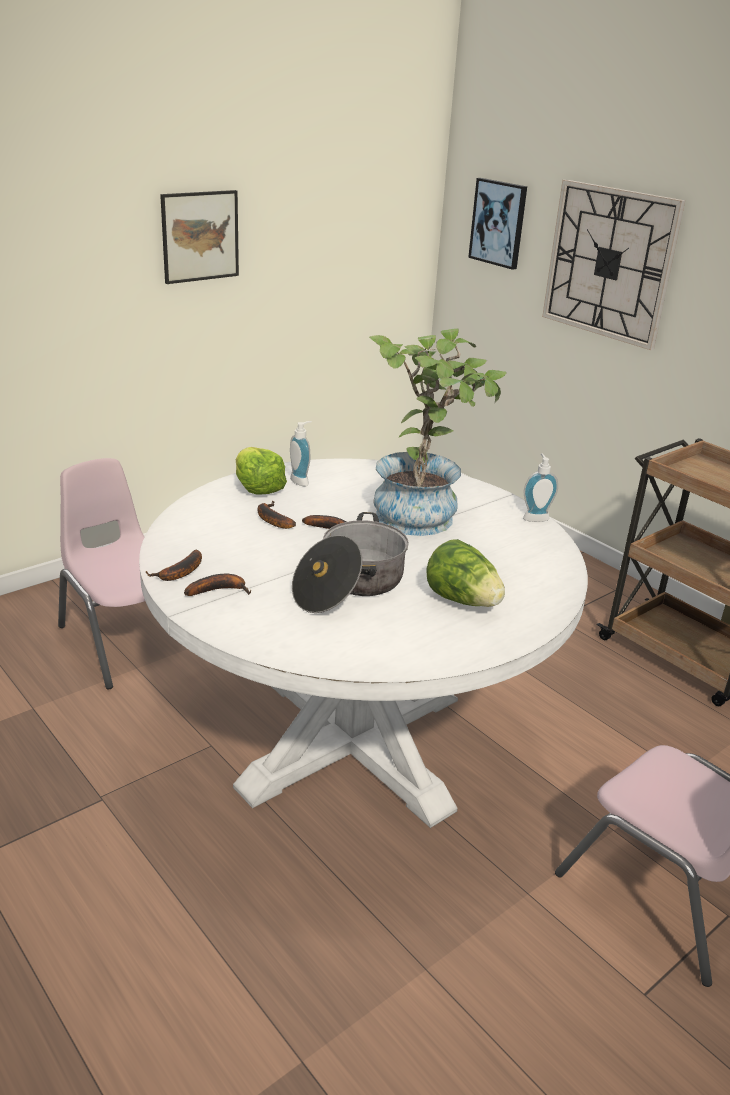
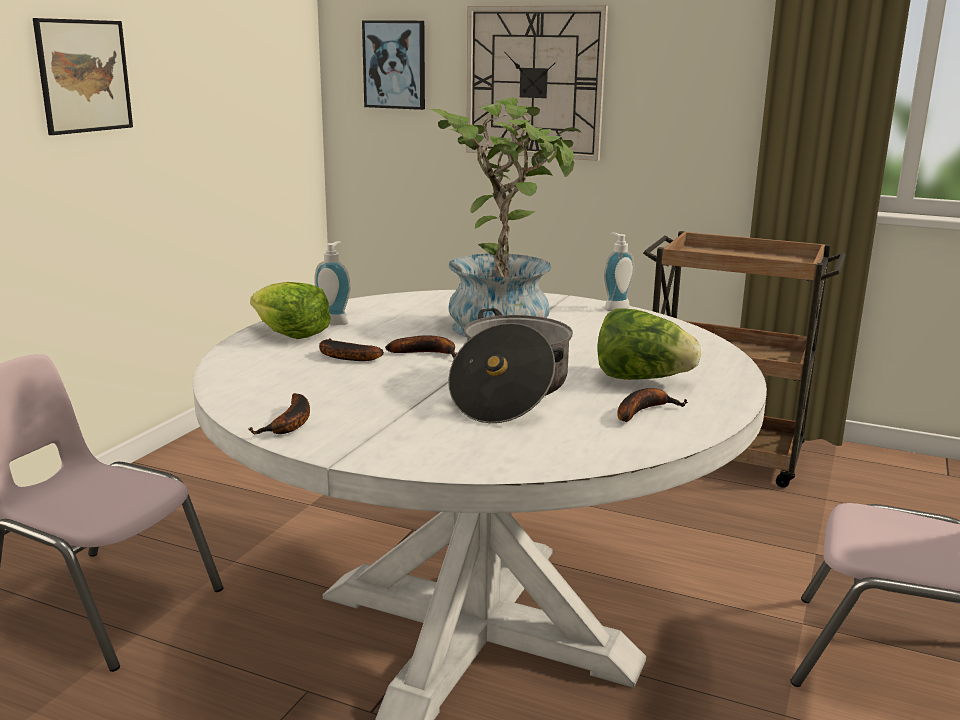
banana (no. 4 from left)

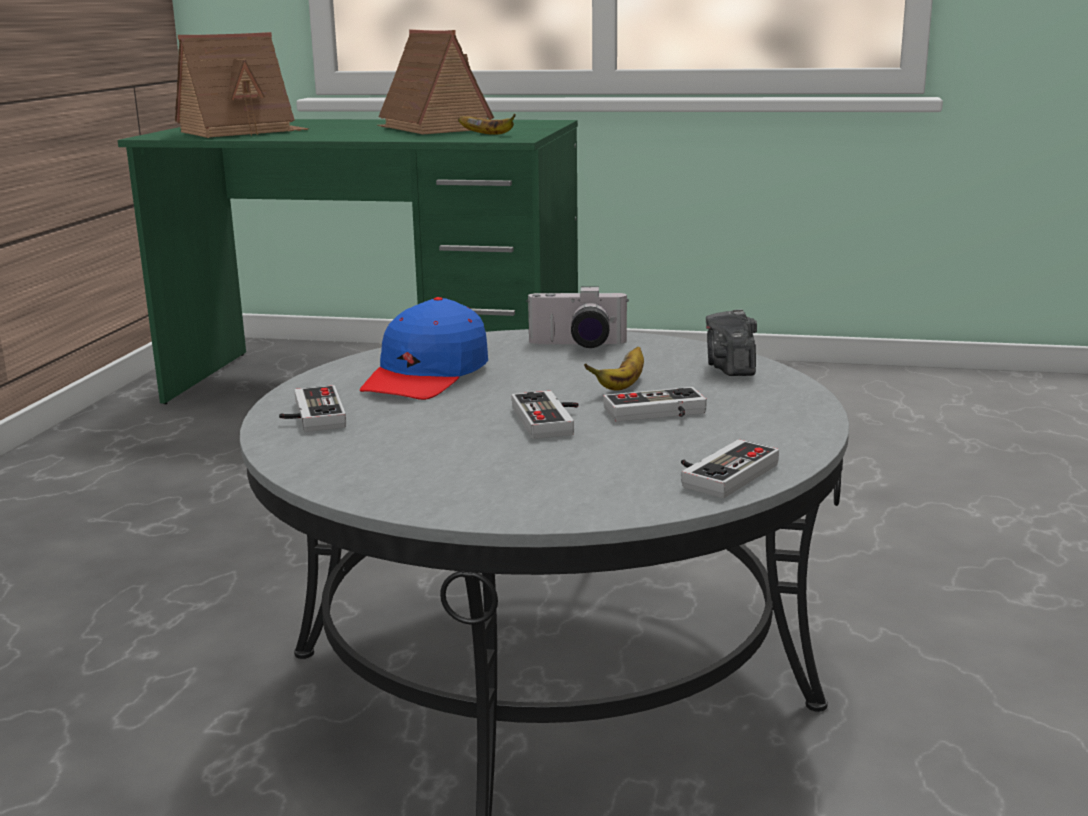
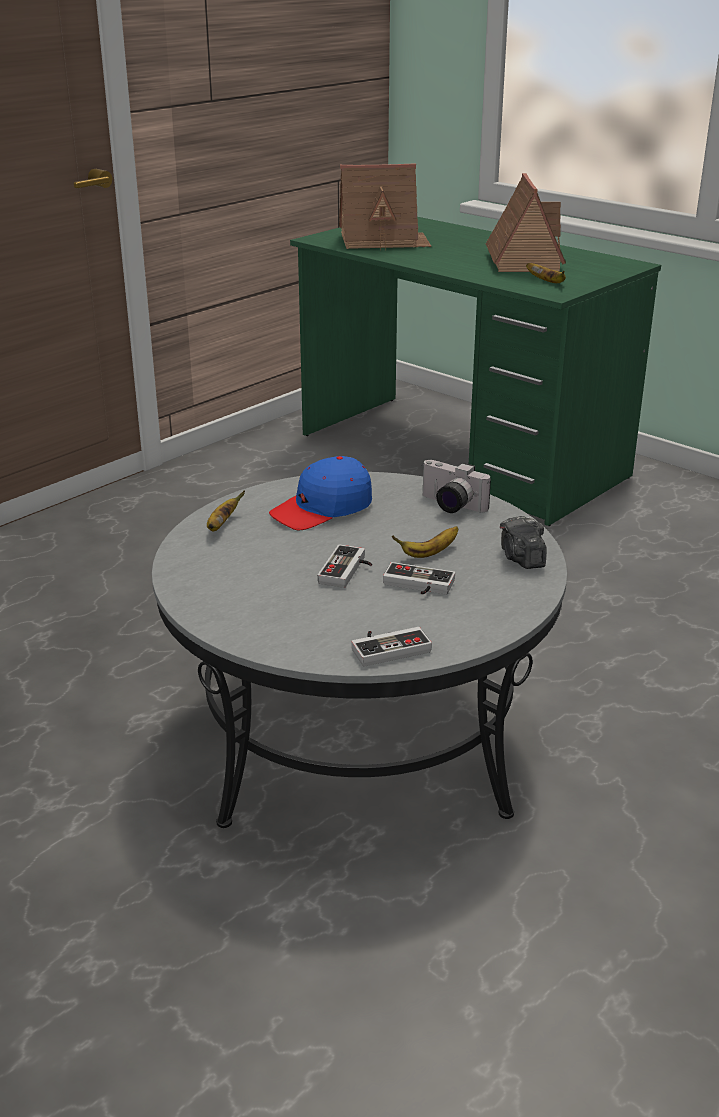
photo camera (no. 2 from left)
banana (no. 1 from left)

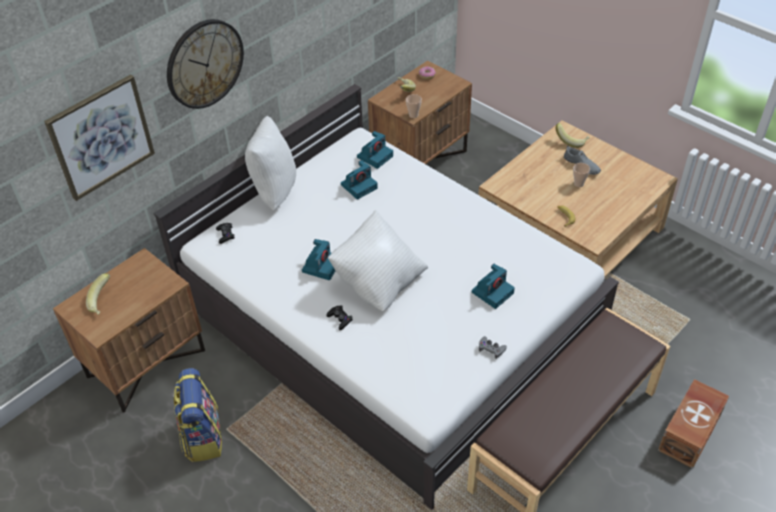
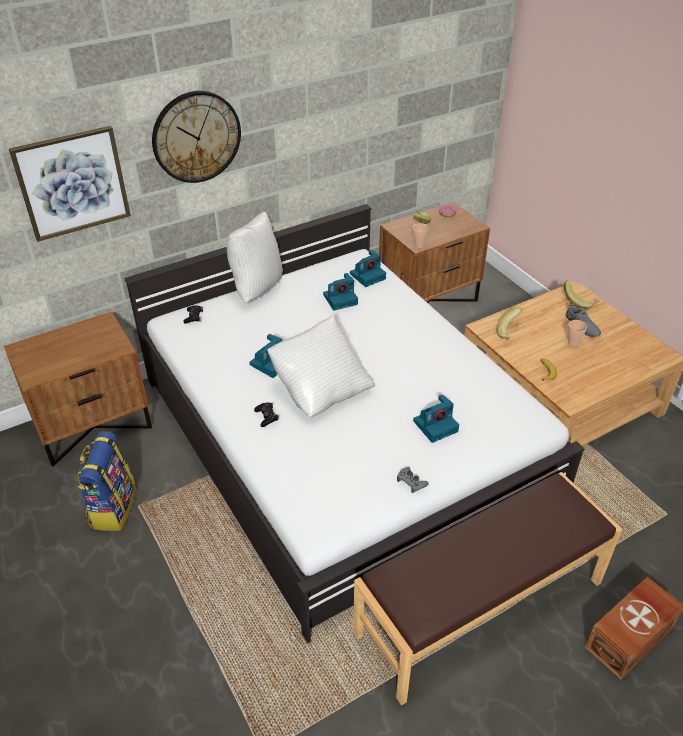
banana (no. 2 from left)

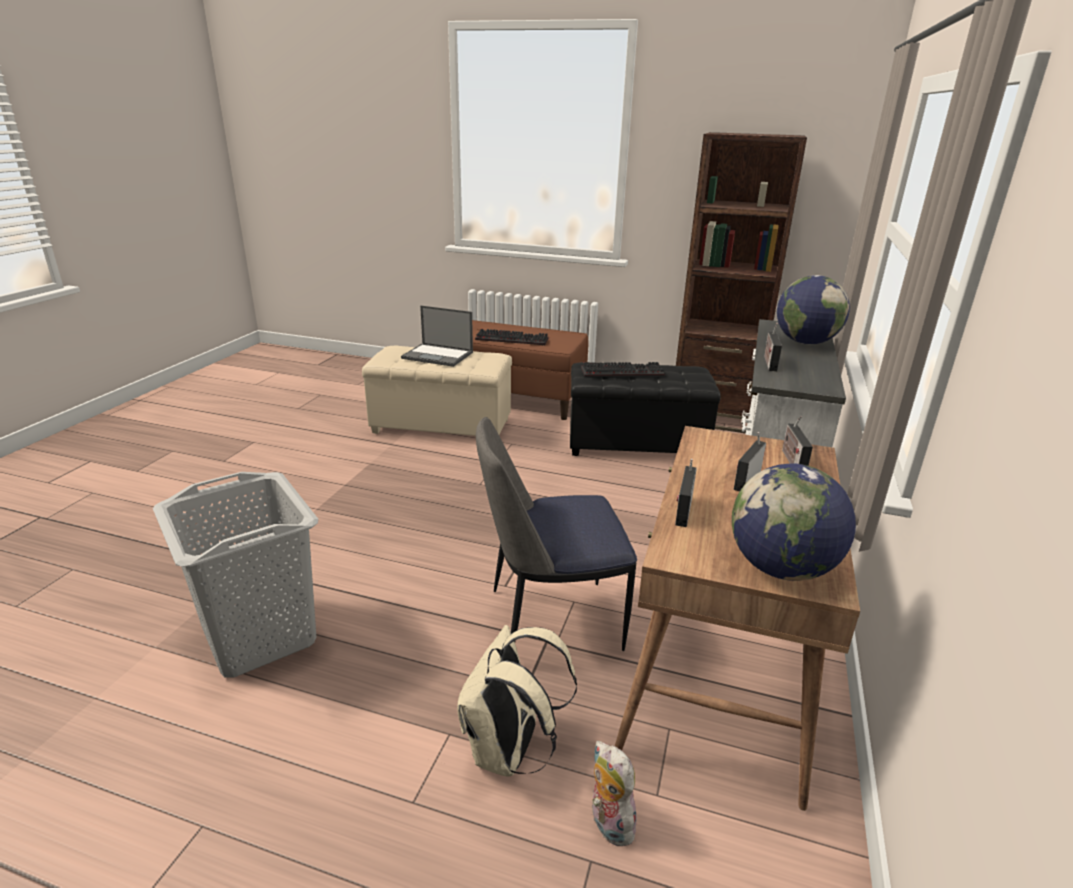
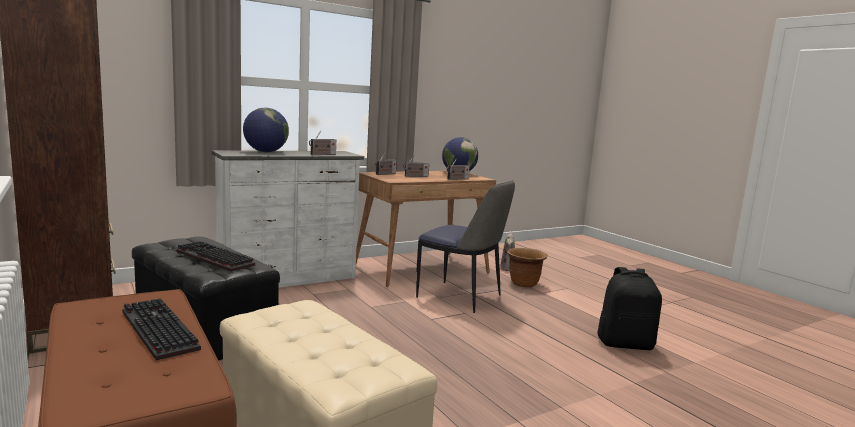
portable computer
black-coloured rucksack
brown-coloured plant pot

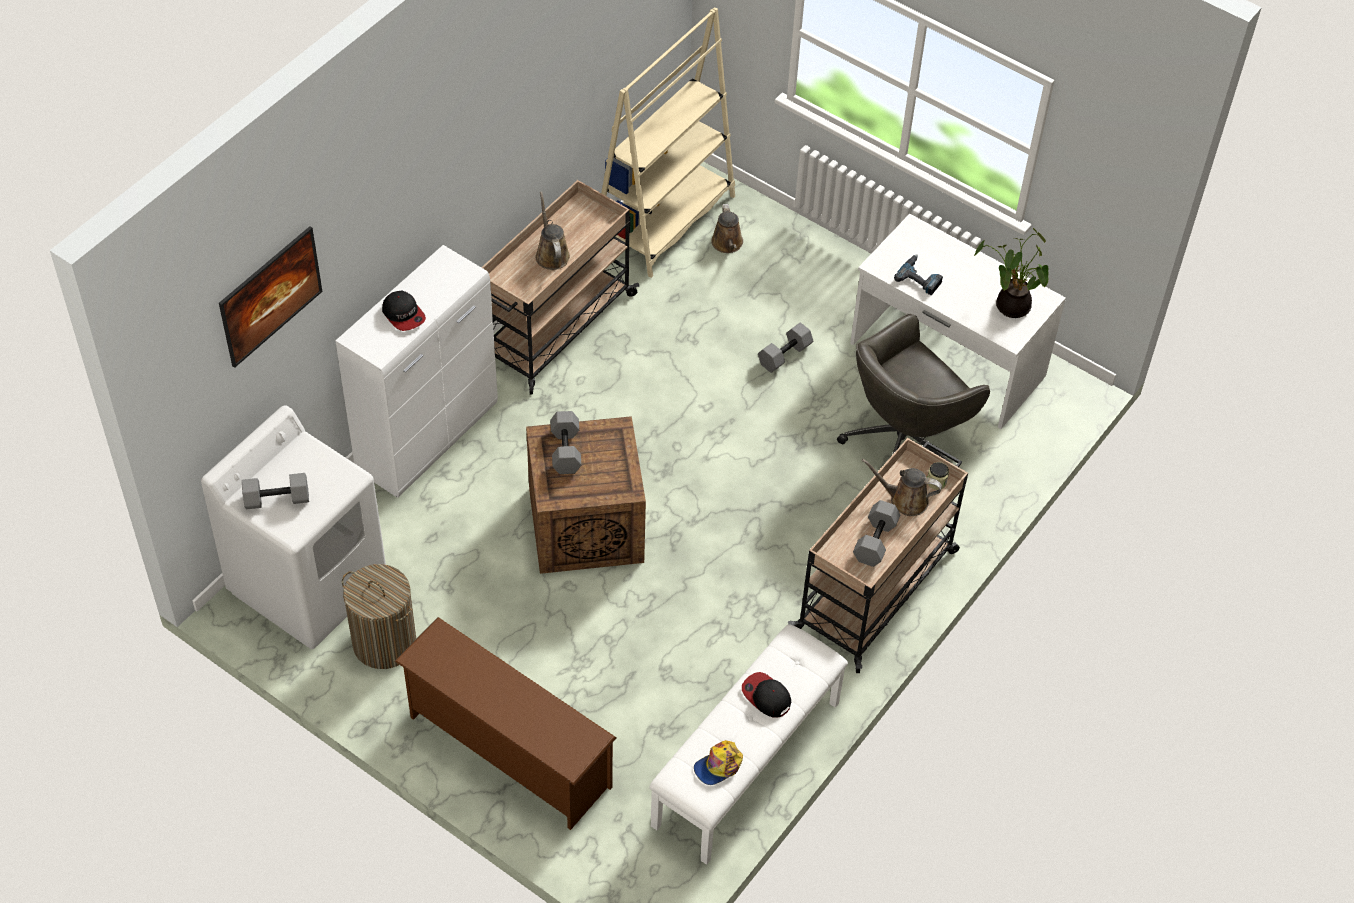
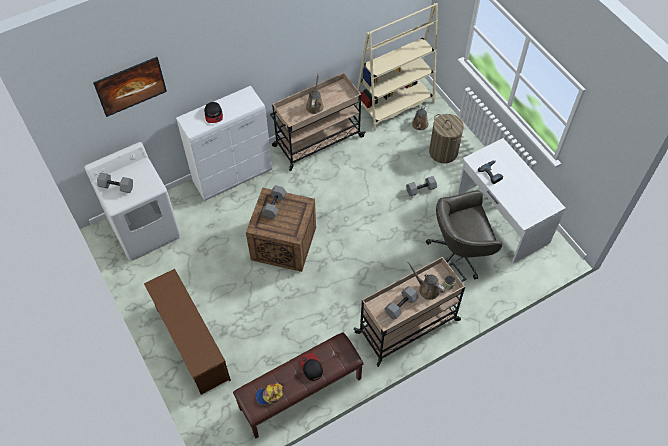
potted plant
washing basket
brown-coloured long seat

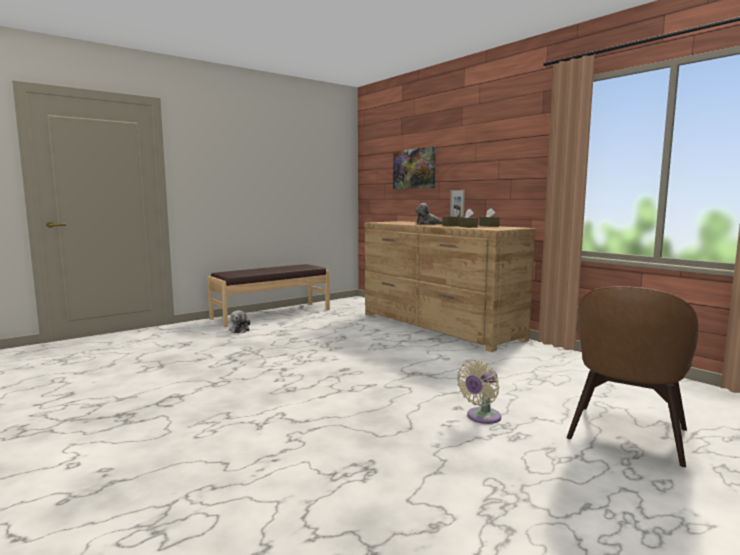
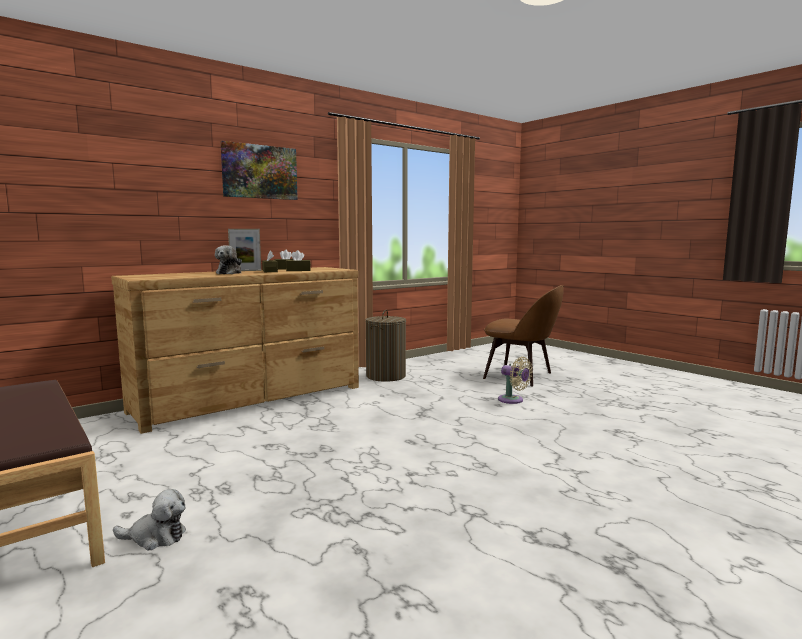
picture
washing basket

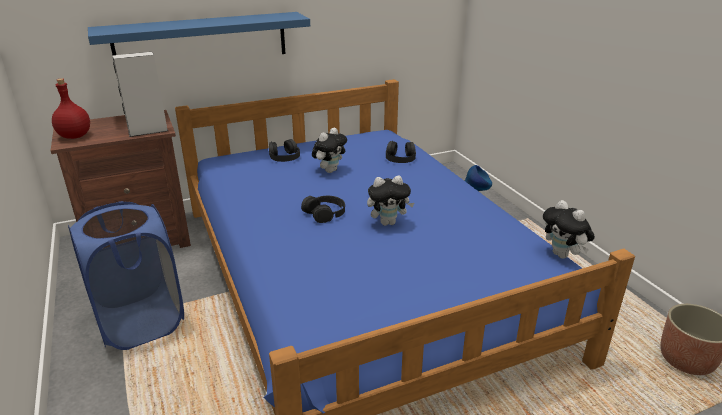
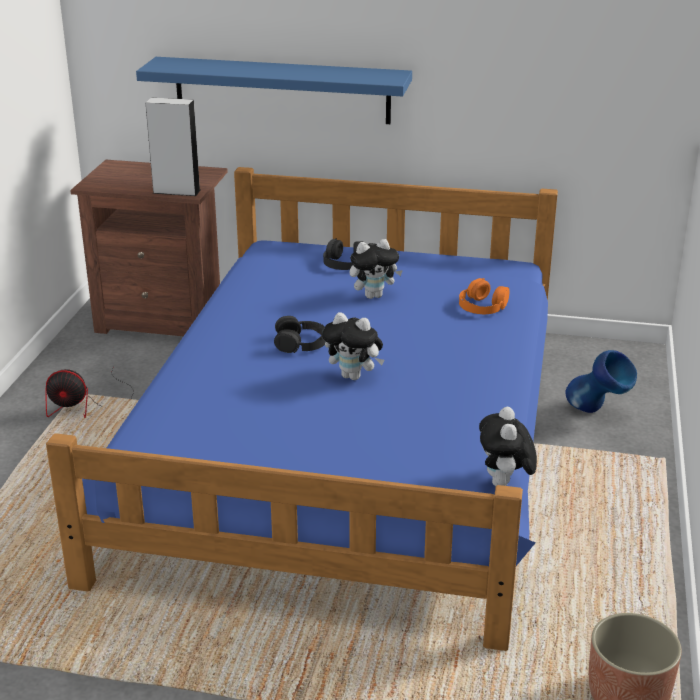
red drink bottle
orange headphones
cooling fan

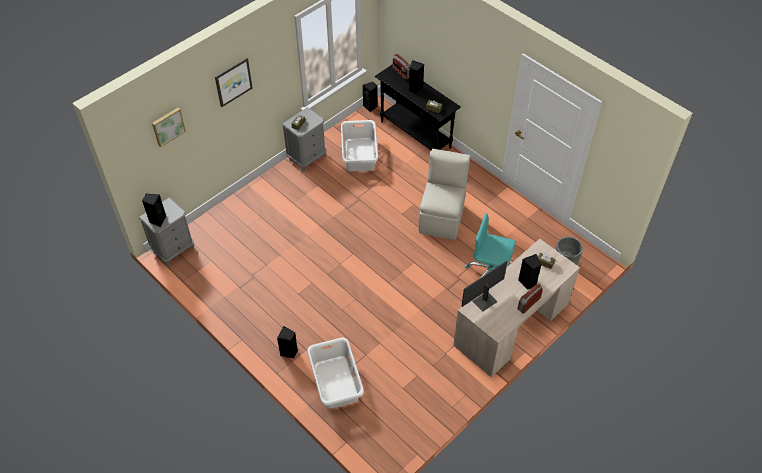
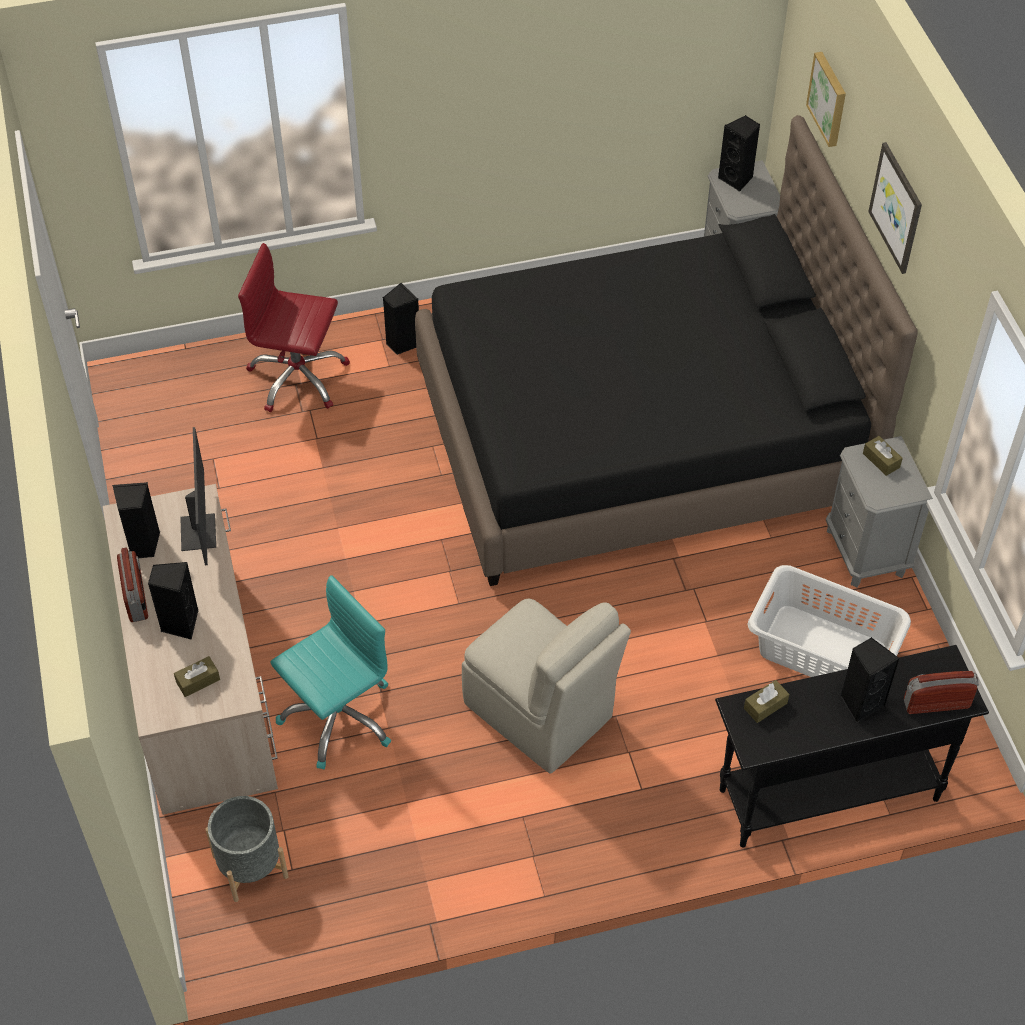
black-coloured loudspeaker (no. 1 from left)
red office chair
black-coloured bedroom bed

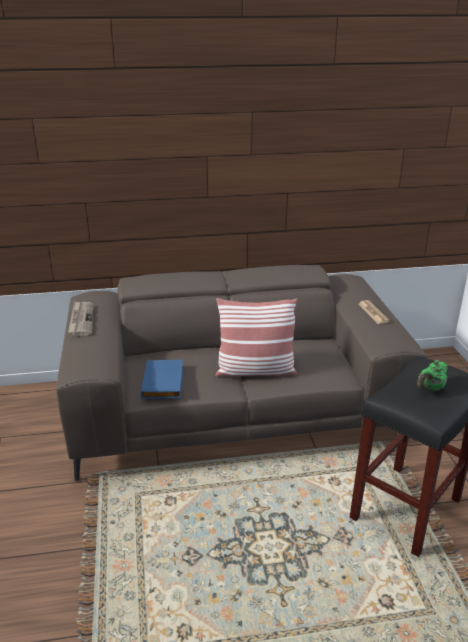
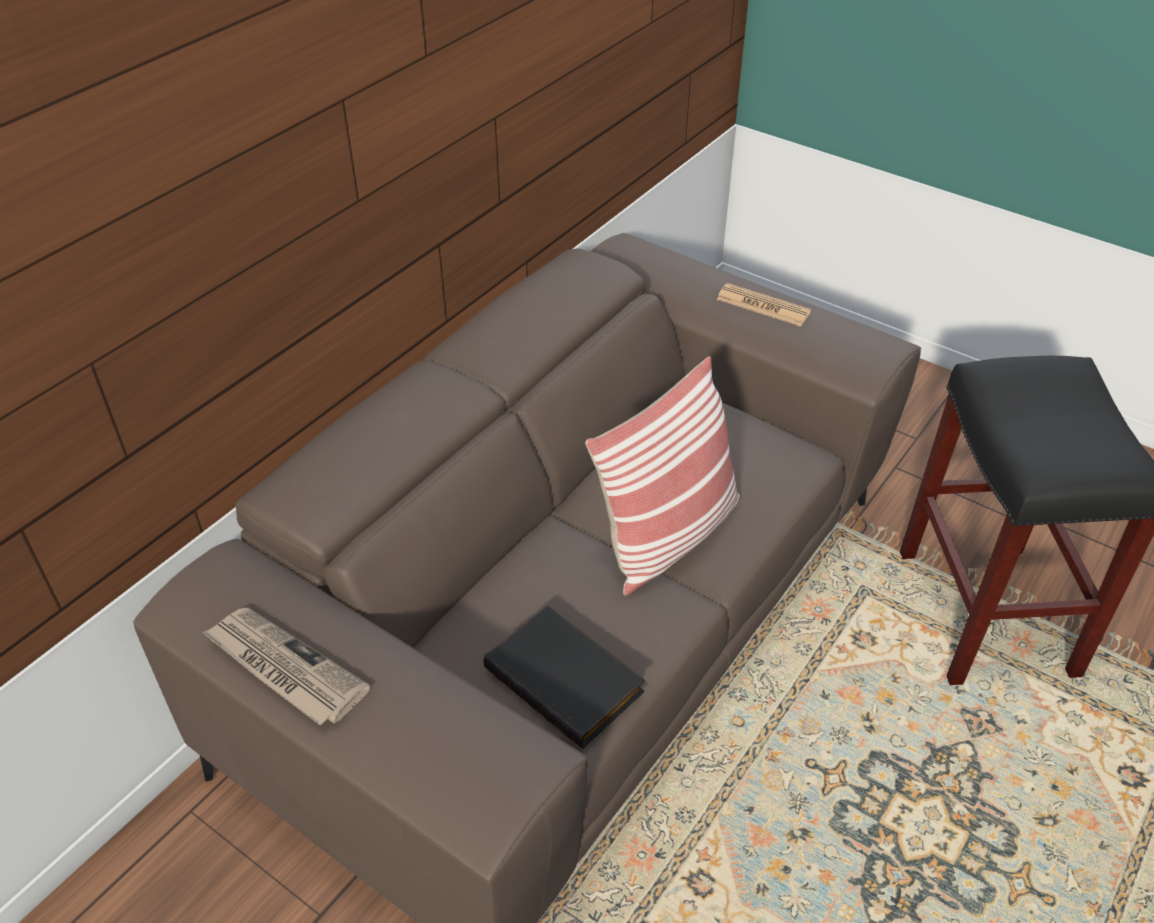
black-coloured book
green-coloured pot for tea

